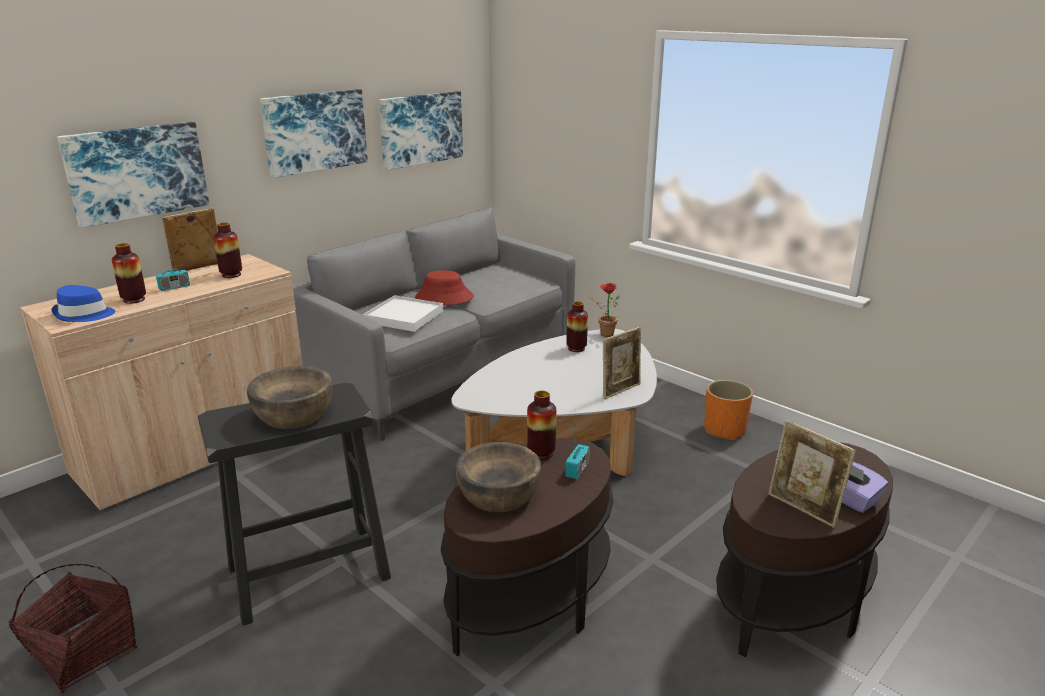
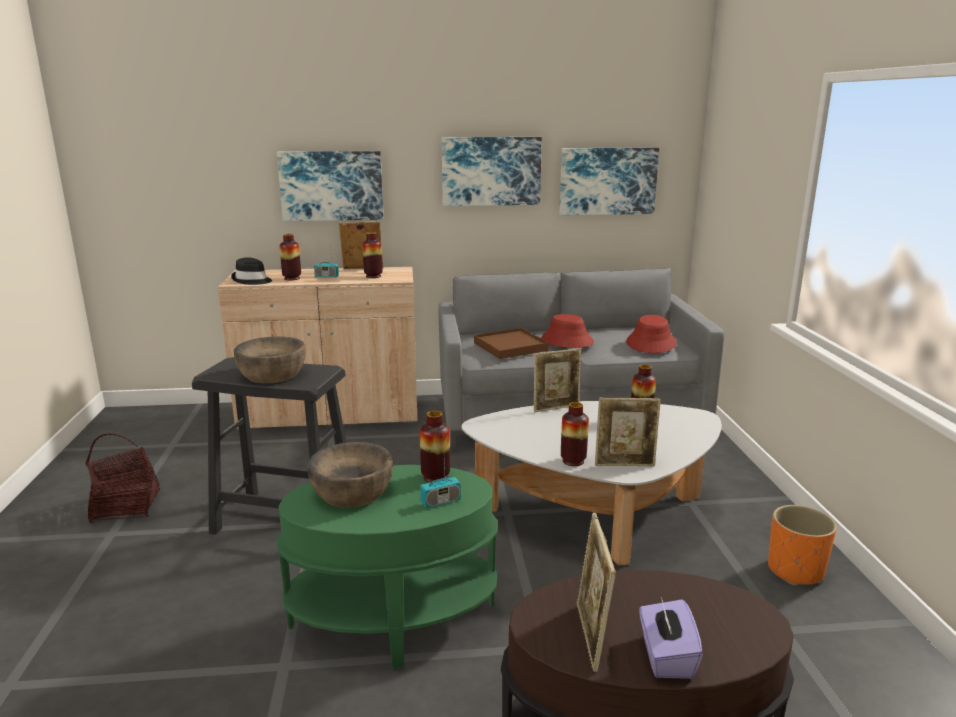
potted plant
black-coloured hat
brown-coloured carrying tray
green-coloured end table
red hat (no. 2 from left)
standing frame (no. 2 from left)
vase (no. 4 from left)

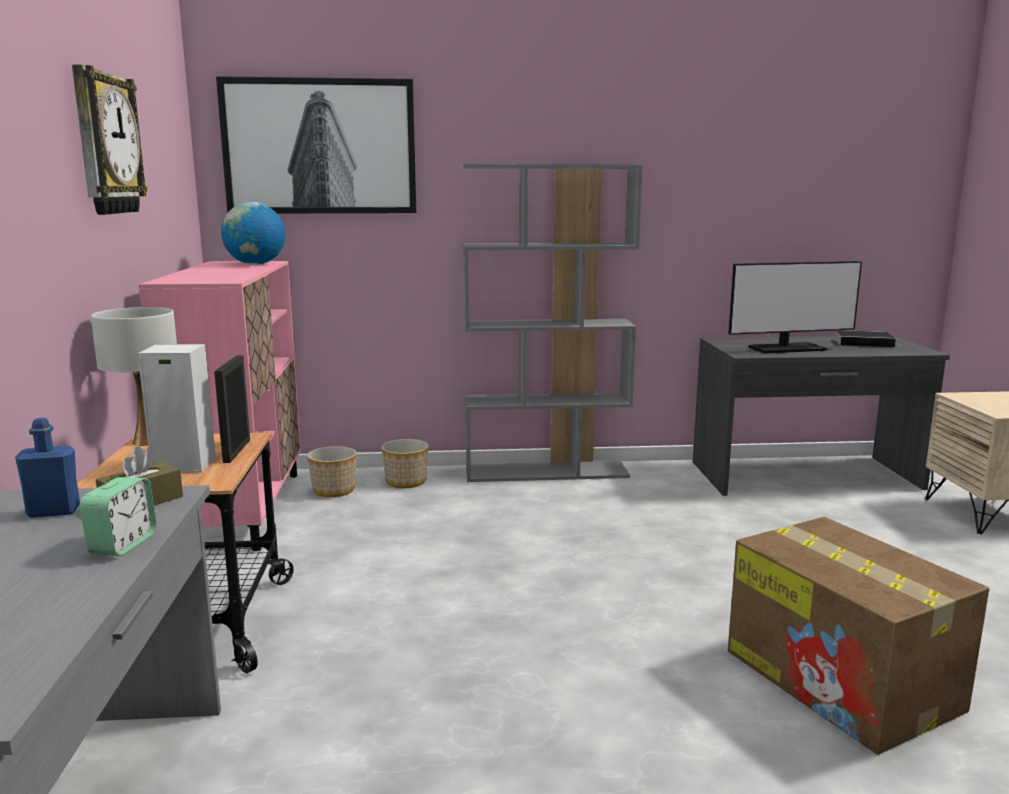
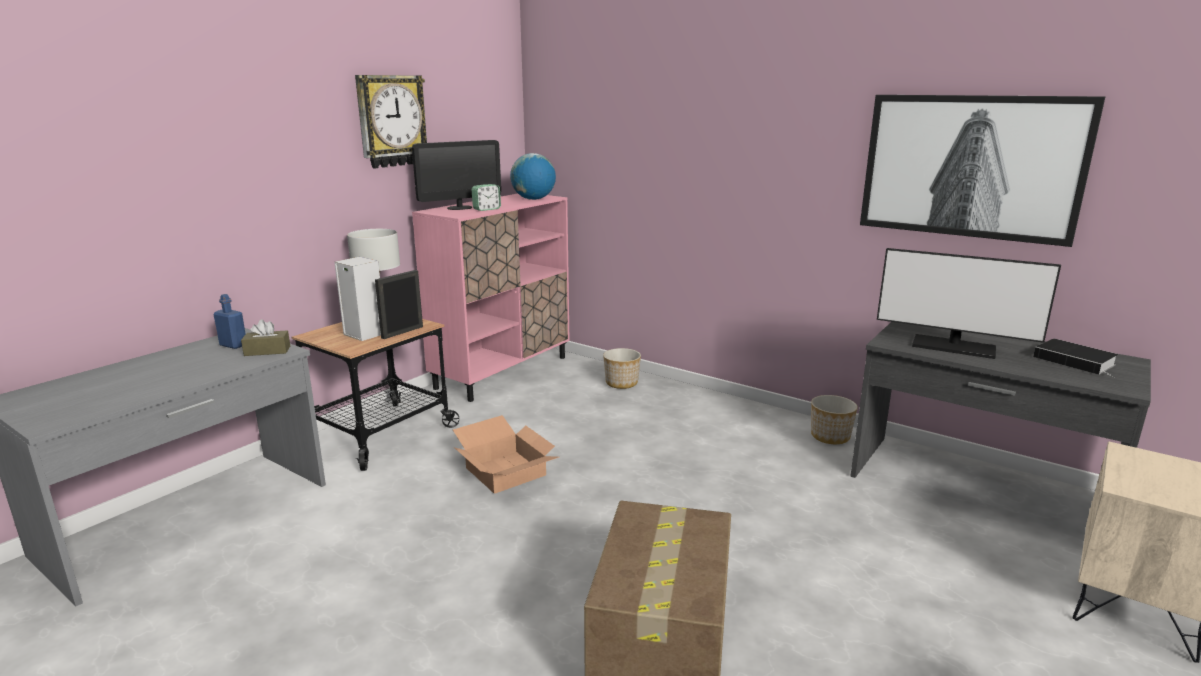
picture
gray bookcase
plant pot (no. 2 from left)
alarm clock
computer display (no. 1 from left)
carton (no. 1 from left)

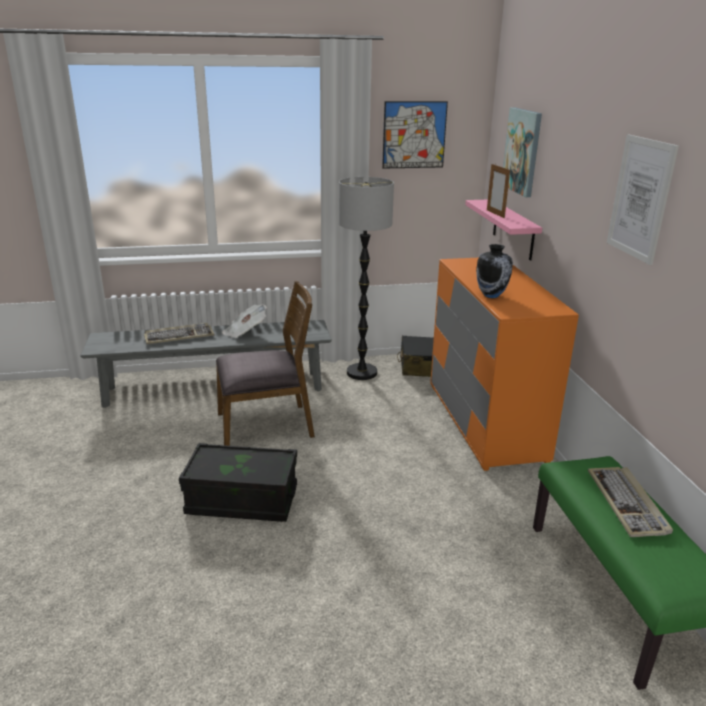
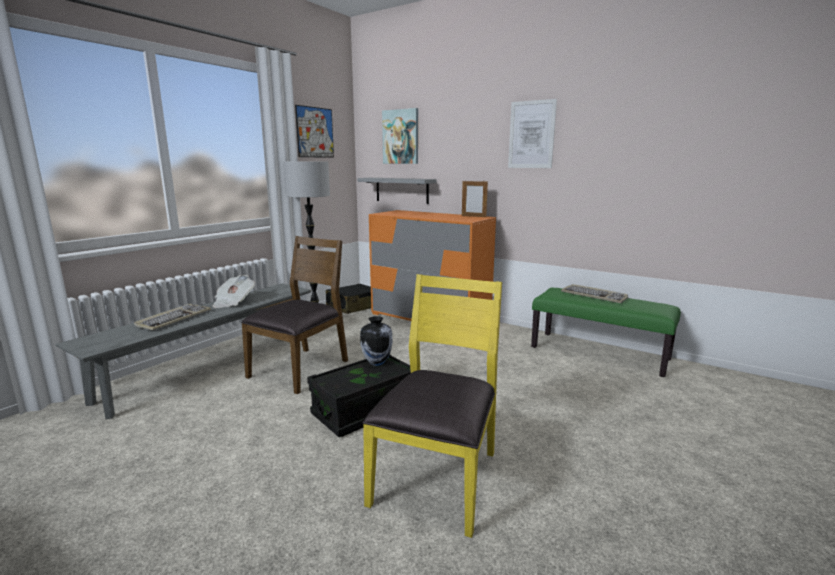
standing frame
gray wall shelf
vase
yellow-coloured chair

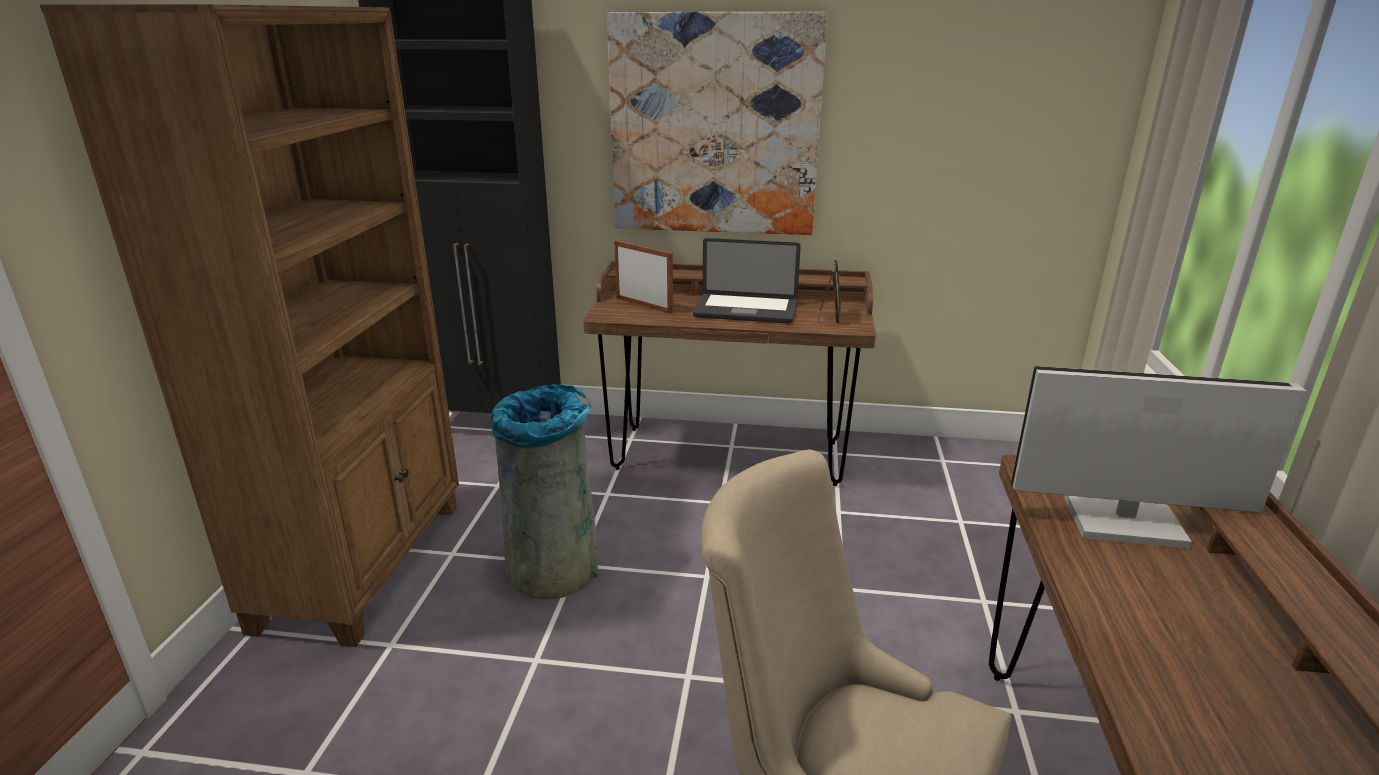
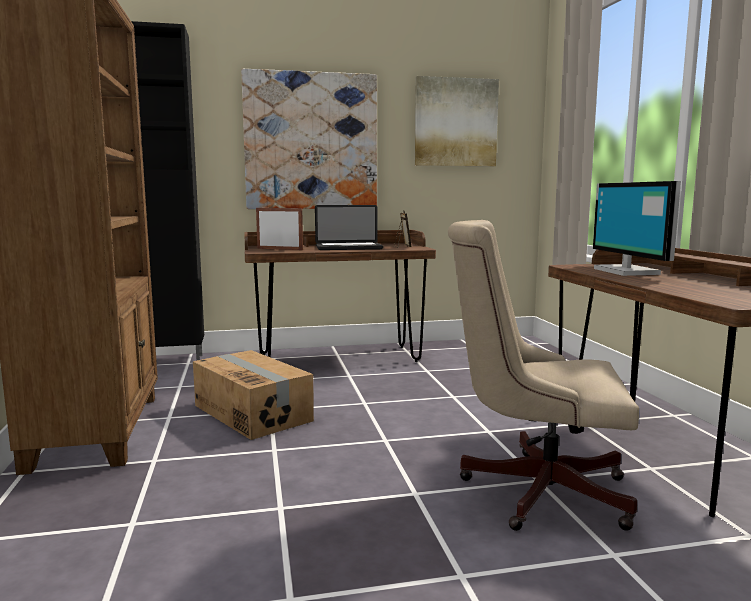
computer display
carton
picture (no. 2 from left)

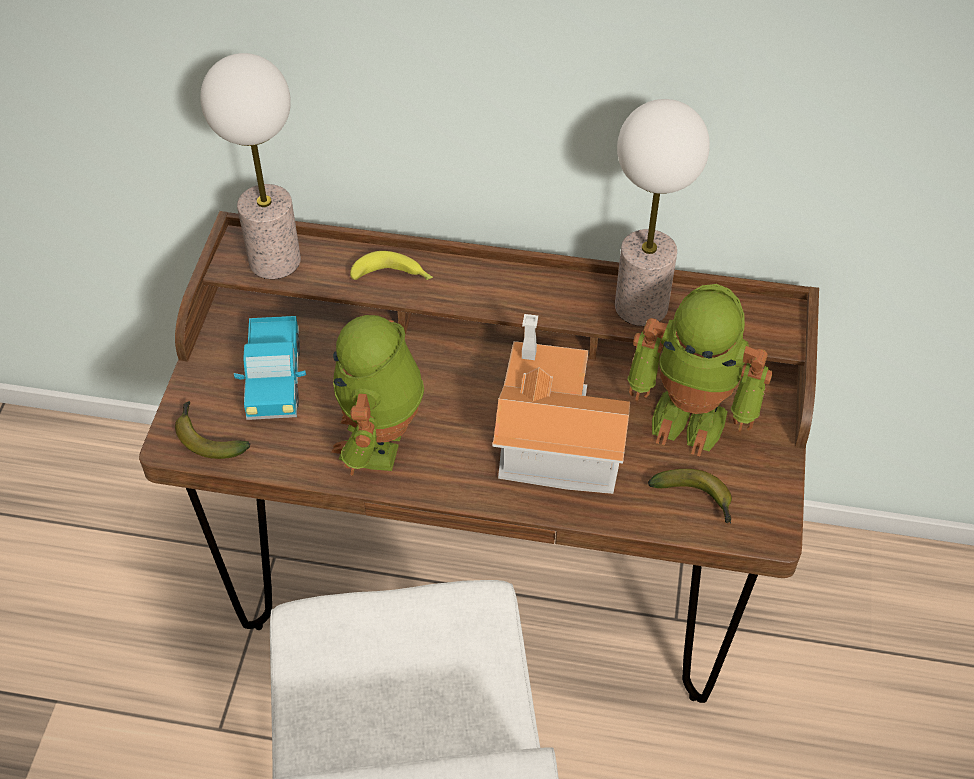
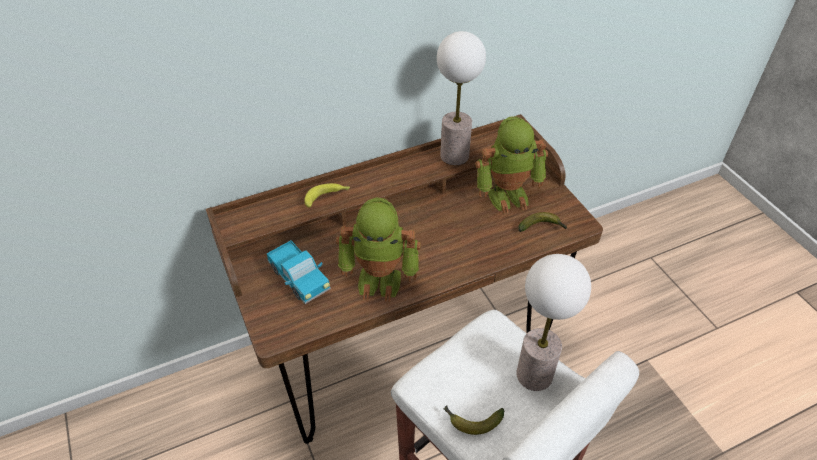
tabletop lamp (no. 2 from left)
toy house
model robot (no. 1 from left)
banana (no. 2 from left)

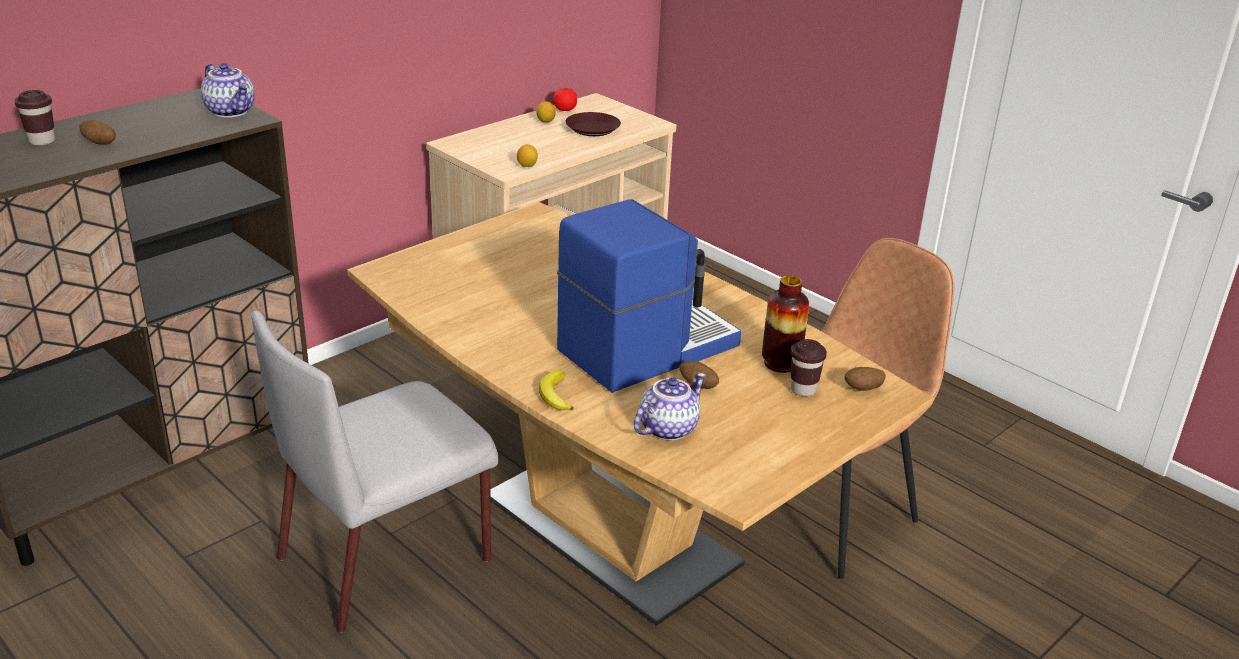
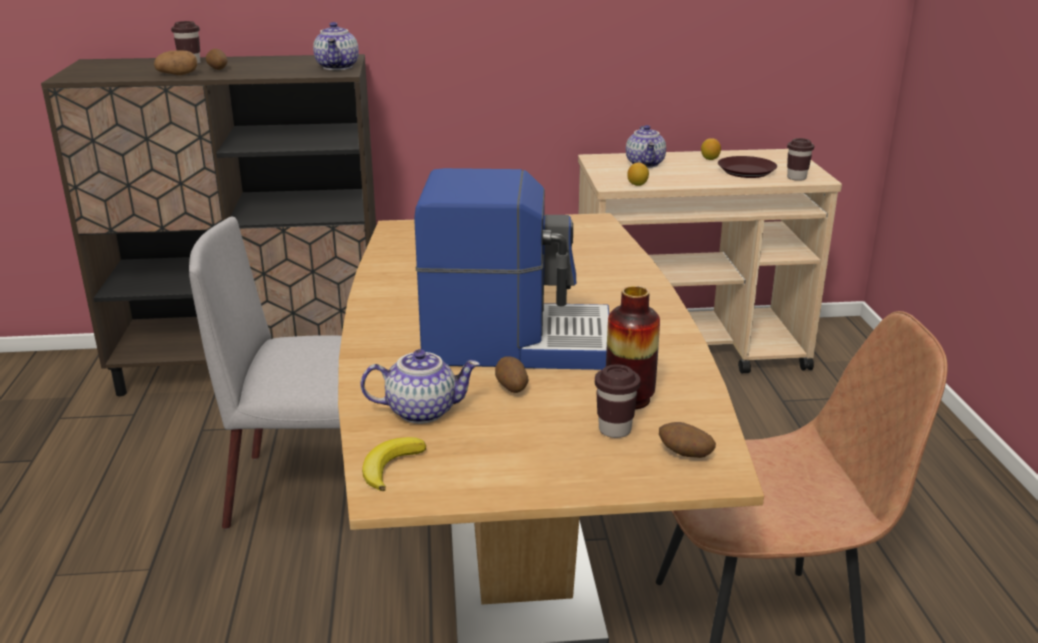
fresh tomato
banana
whole potato (no. 1 from left)
pot for tea (no. 3 from left)
brown-coloured drinking cup (no. 3 from left)

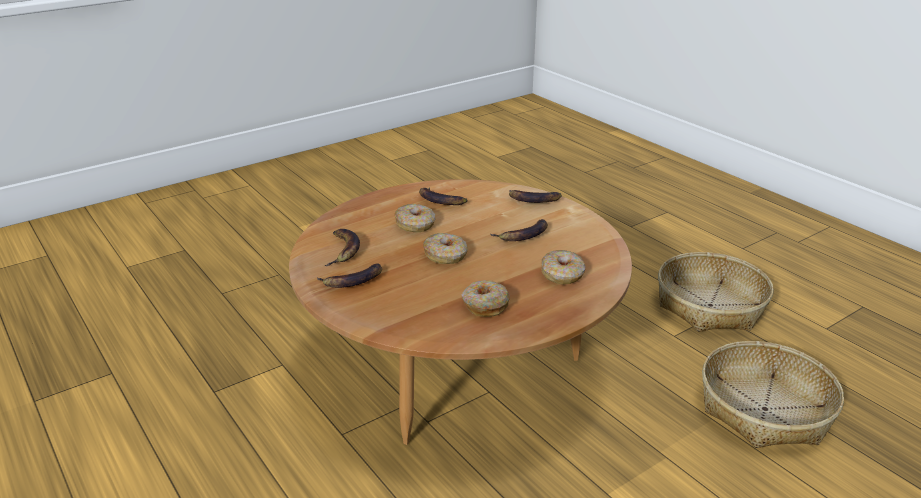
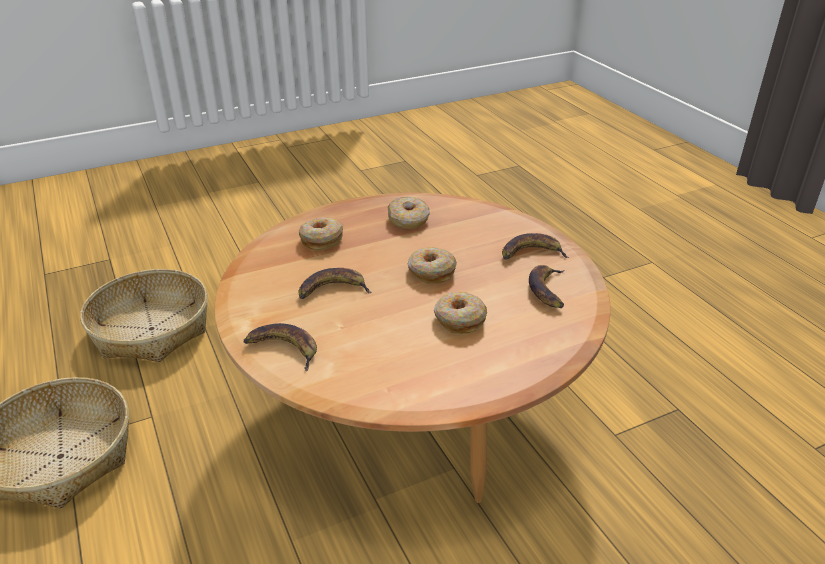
banana (no. 3 from left in the first image)

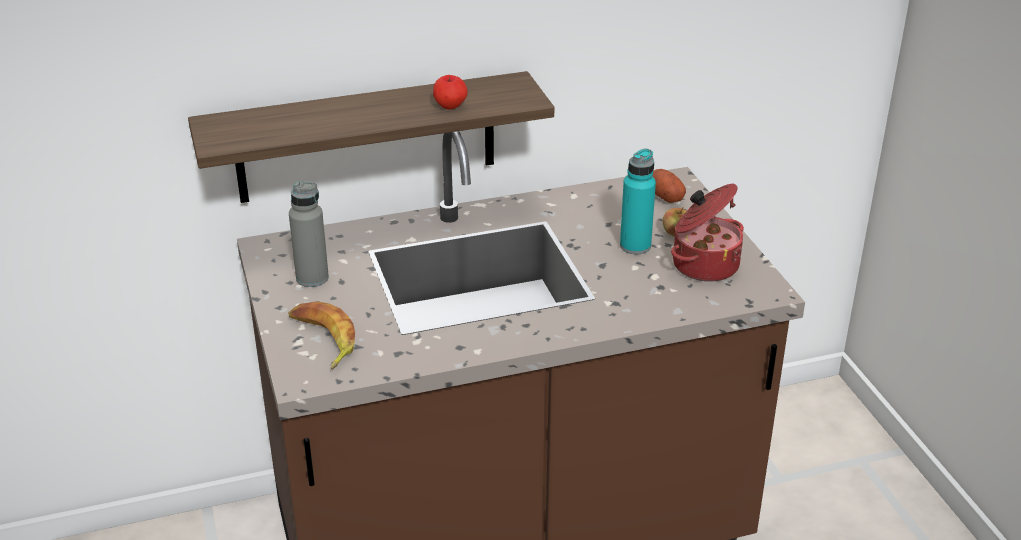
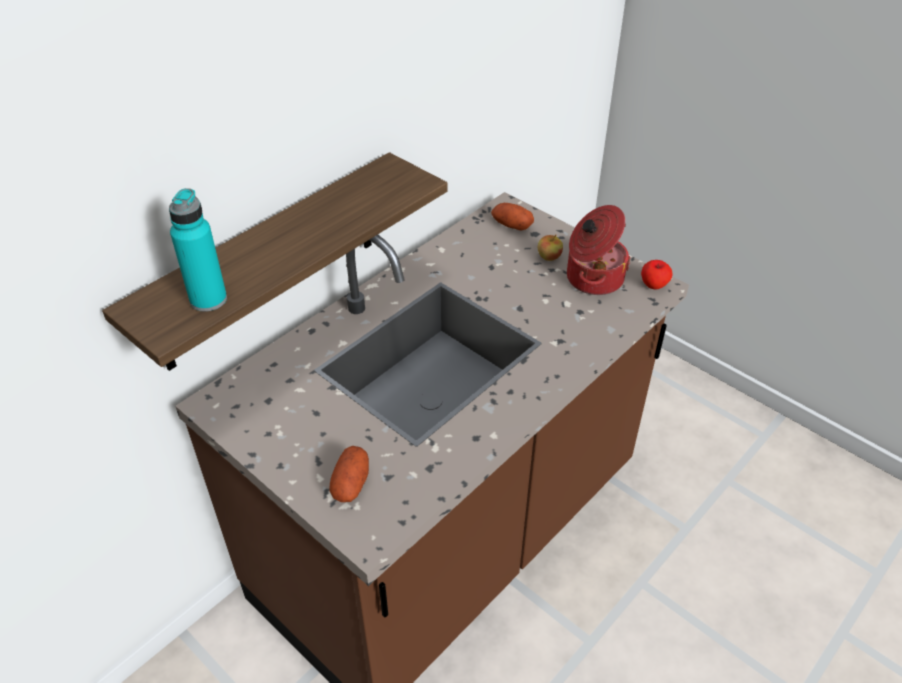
whole apple (no. 2 from left)
blue-green drink bottle
gray drink bottle
whole potato (no. 1 from left)

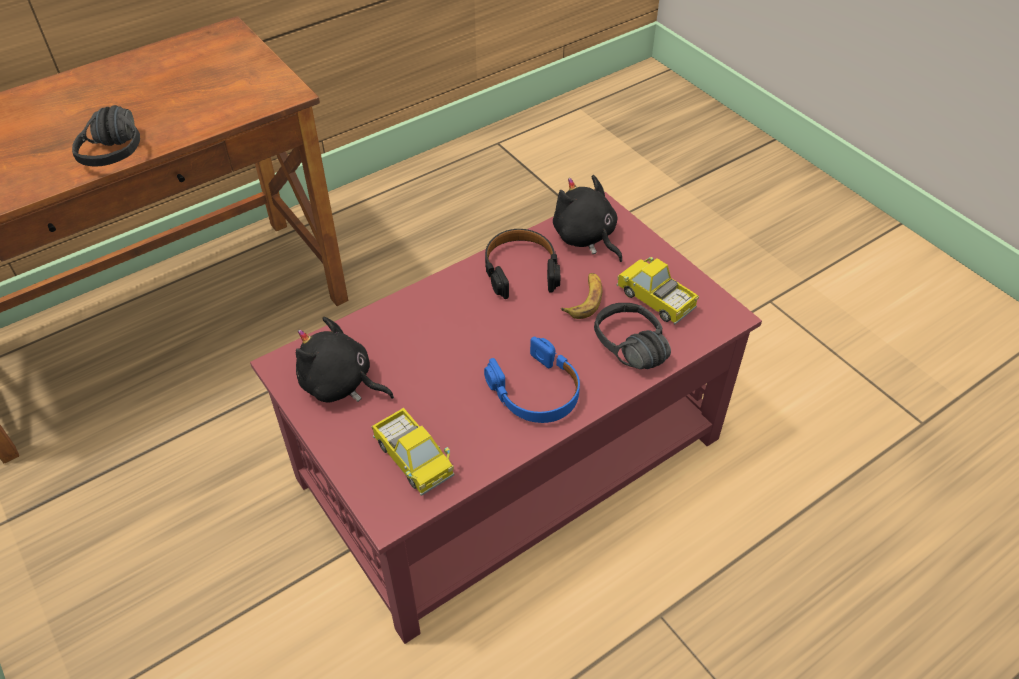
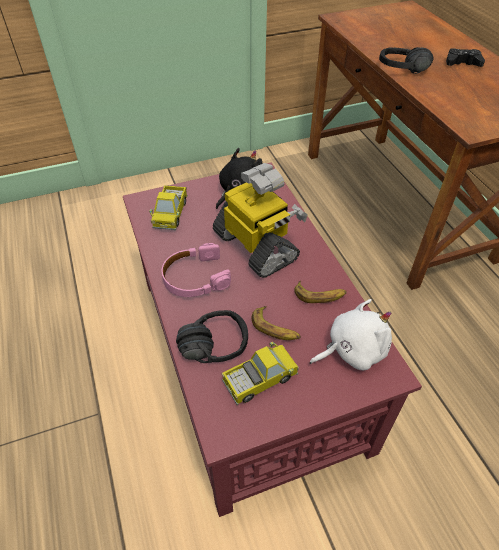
white plush toy
banana (no. 2 from left)
pinkish headphones
model truck (no. 1 from left)
black-coloured gamepad
model robot

